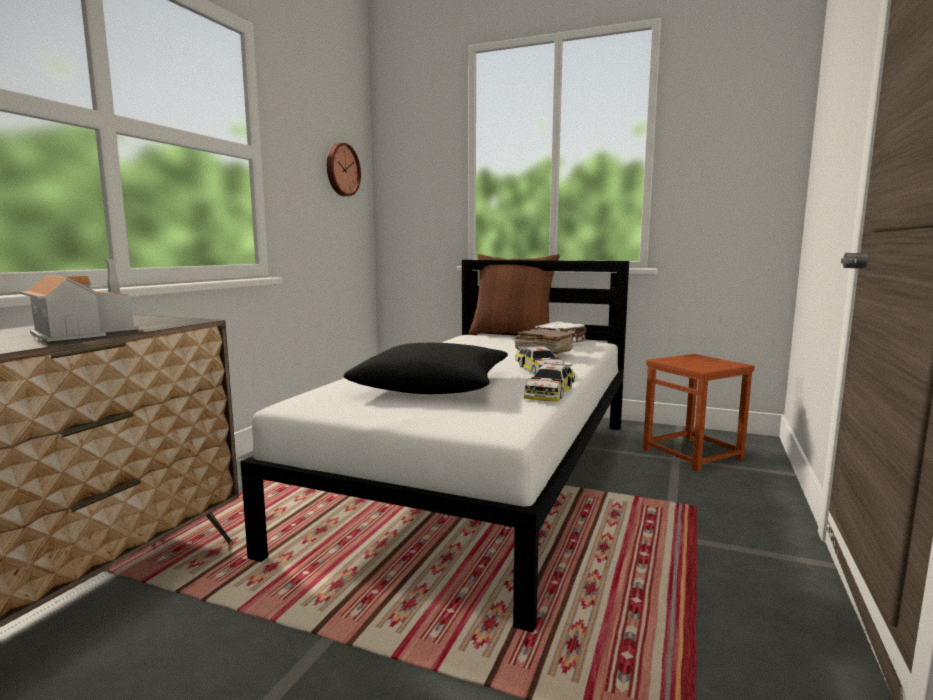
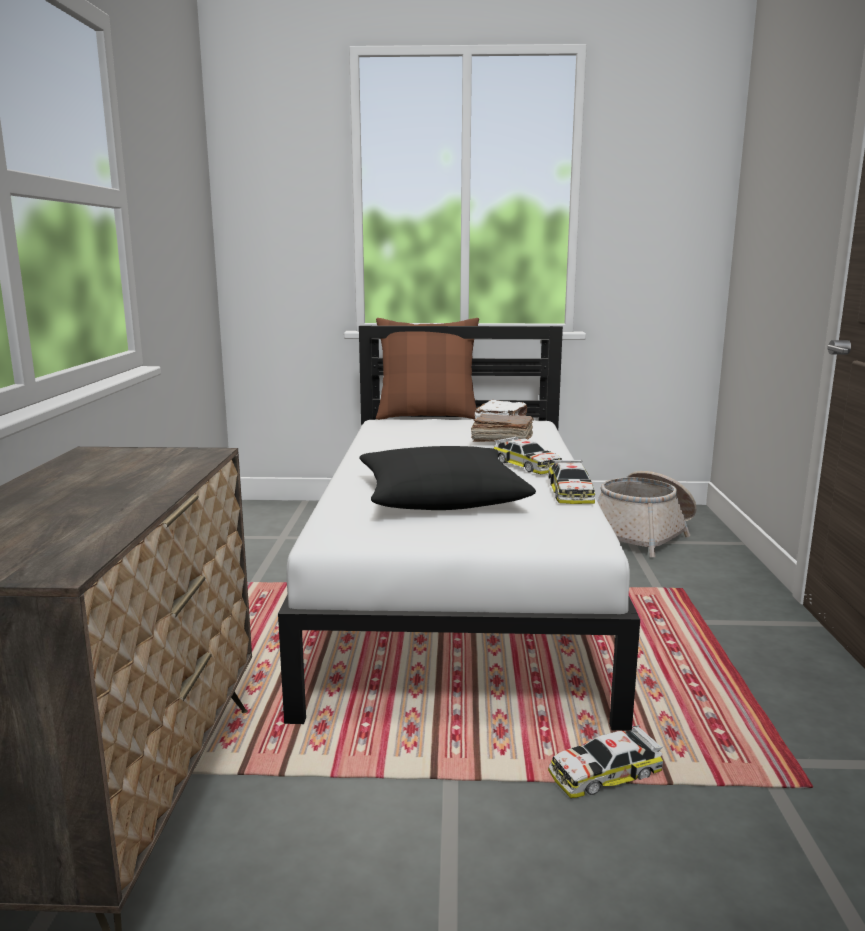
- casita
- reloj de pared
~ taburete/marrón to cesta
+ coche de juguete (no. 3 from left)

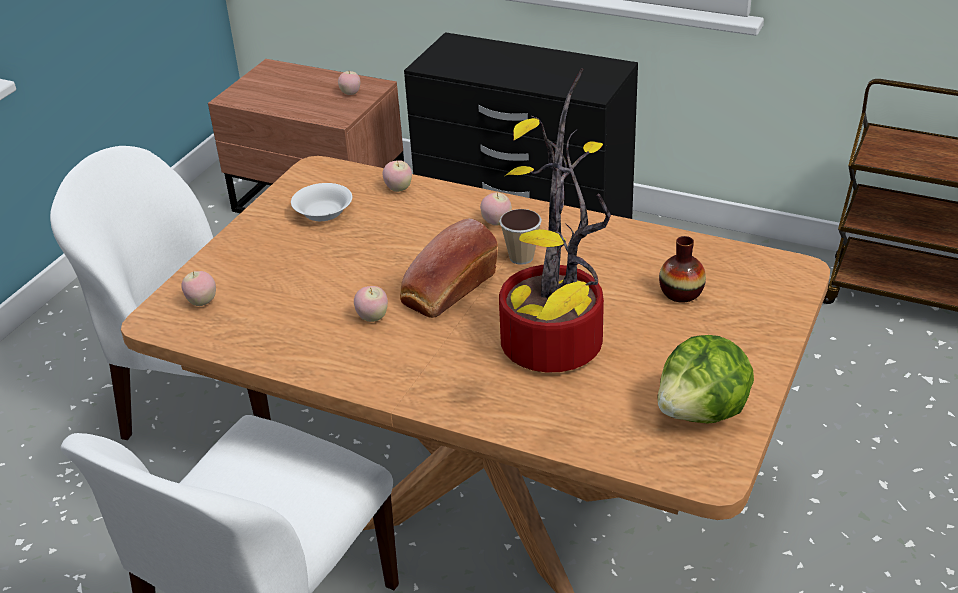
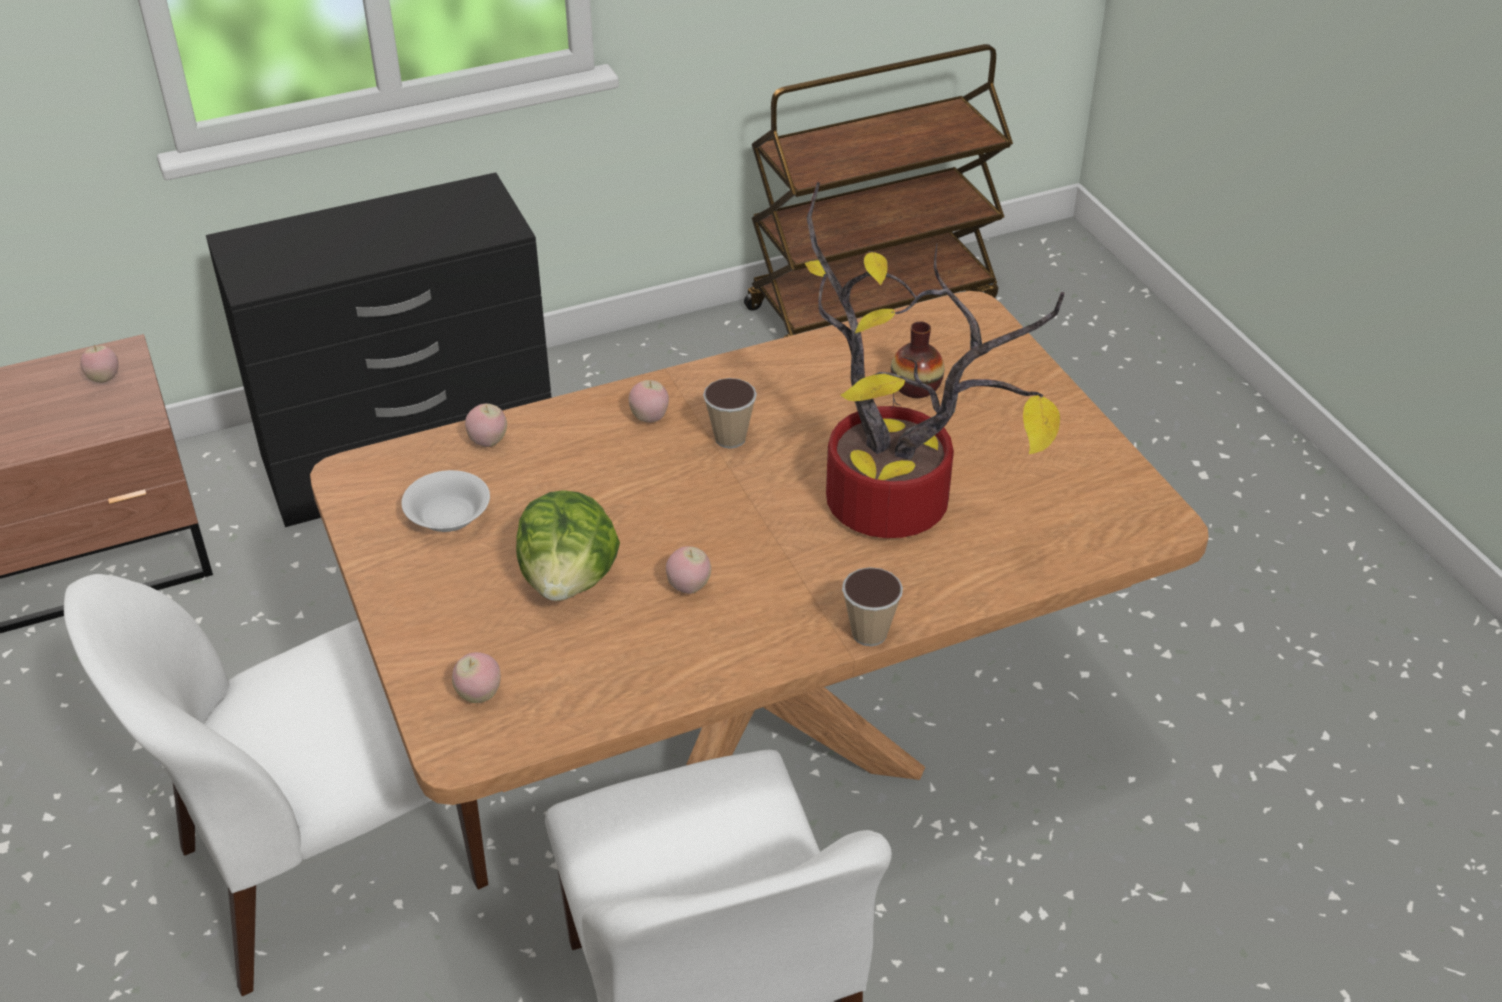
- pan
~ lechuga
+ taza (no. 2 from left)

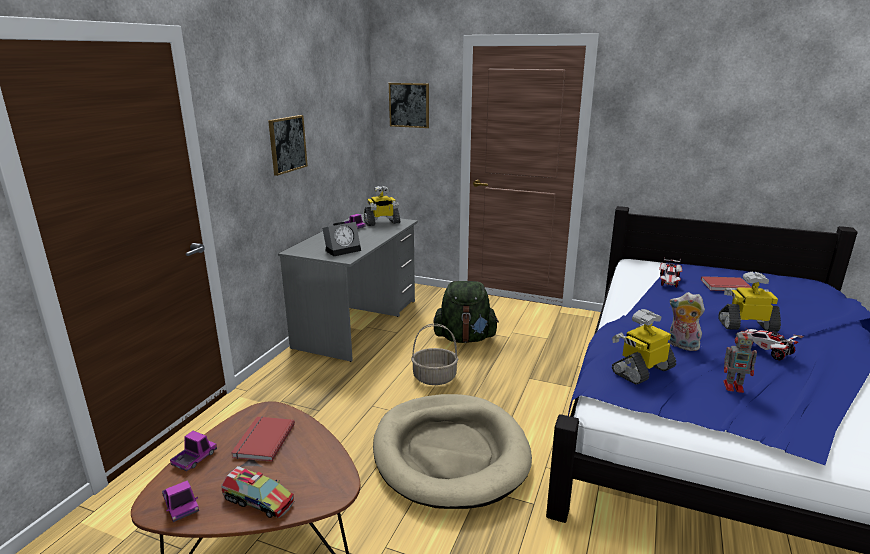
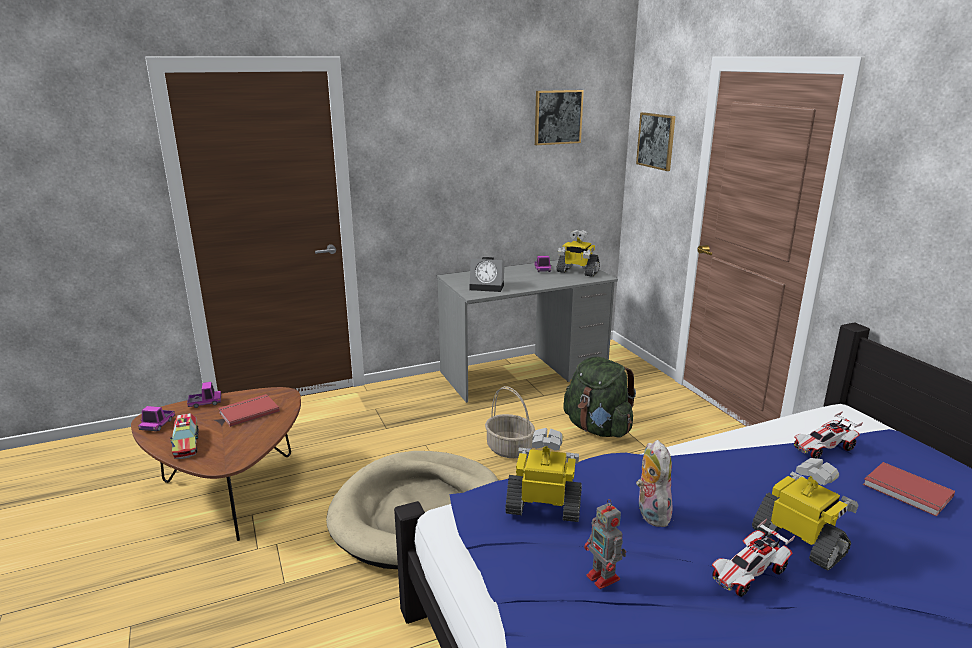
~ cuadro (no. 1 from left)
~ coche de juguete (no. 2 from left in the first image) 135 degrees counterclockwise

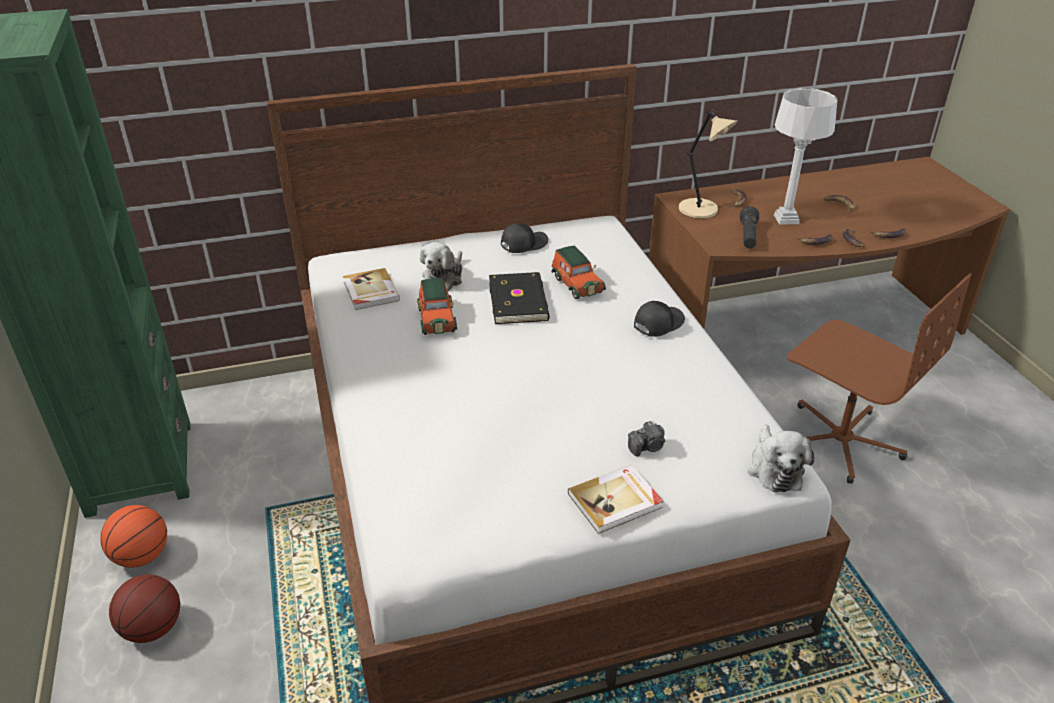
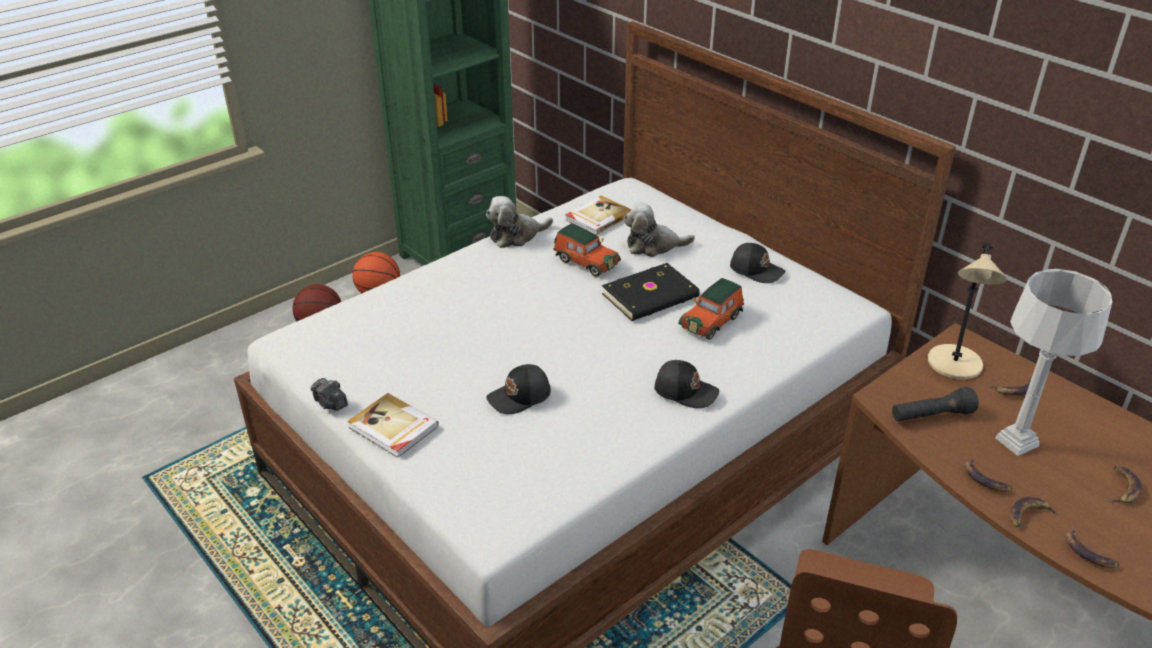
~ coche de juguete (no. 1 from left) 105 degrees counterclockwise
~ cámara
~ peluche (no. 2 from left in the first image) to peluche (no. 1 from left)
+ gorra/negro (no. 1 from left)

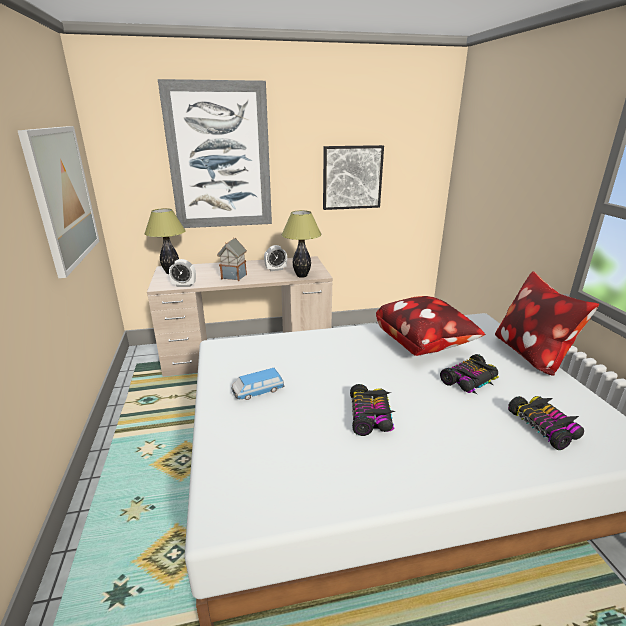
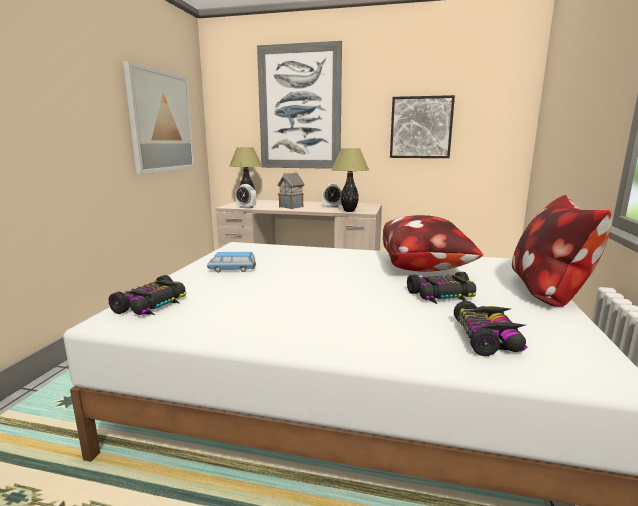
~ coche de juguete (no. 2 from left in the first image) to coche de juguete (no. 1 from left)

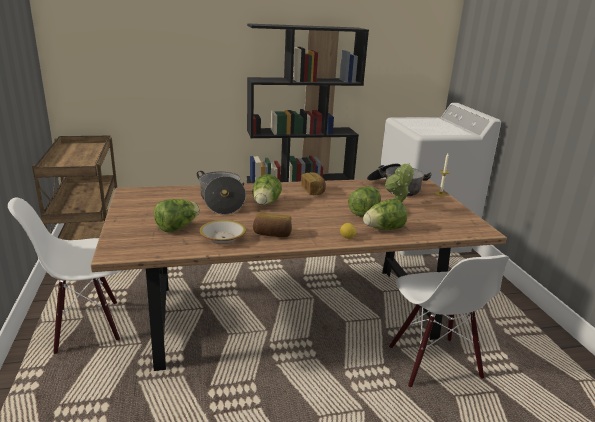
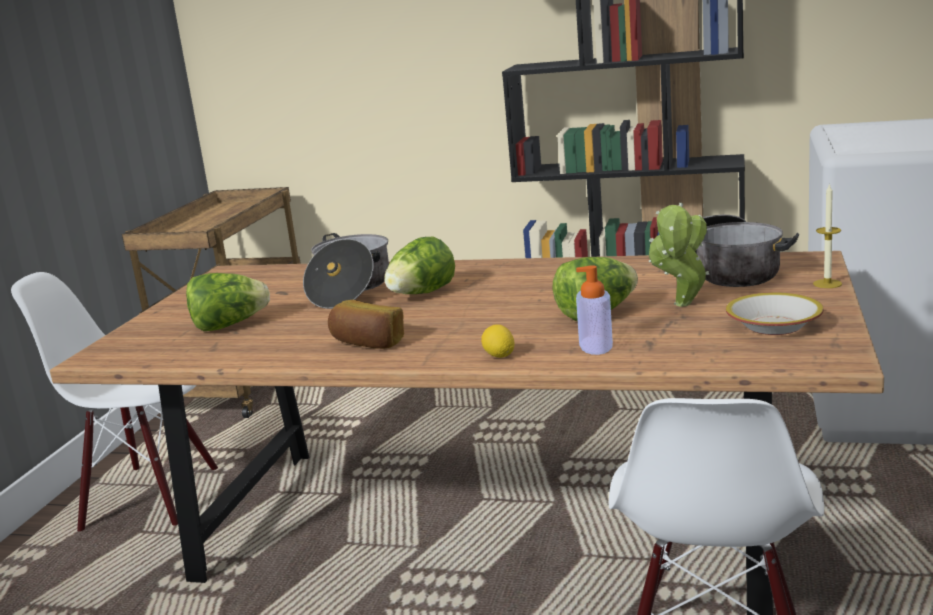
~ cuenco
- pan (no. 2 from left)
~ lechuga (no. 4 from left) to dispensador de jabón

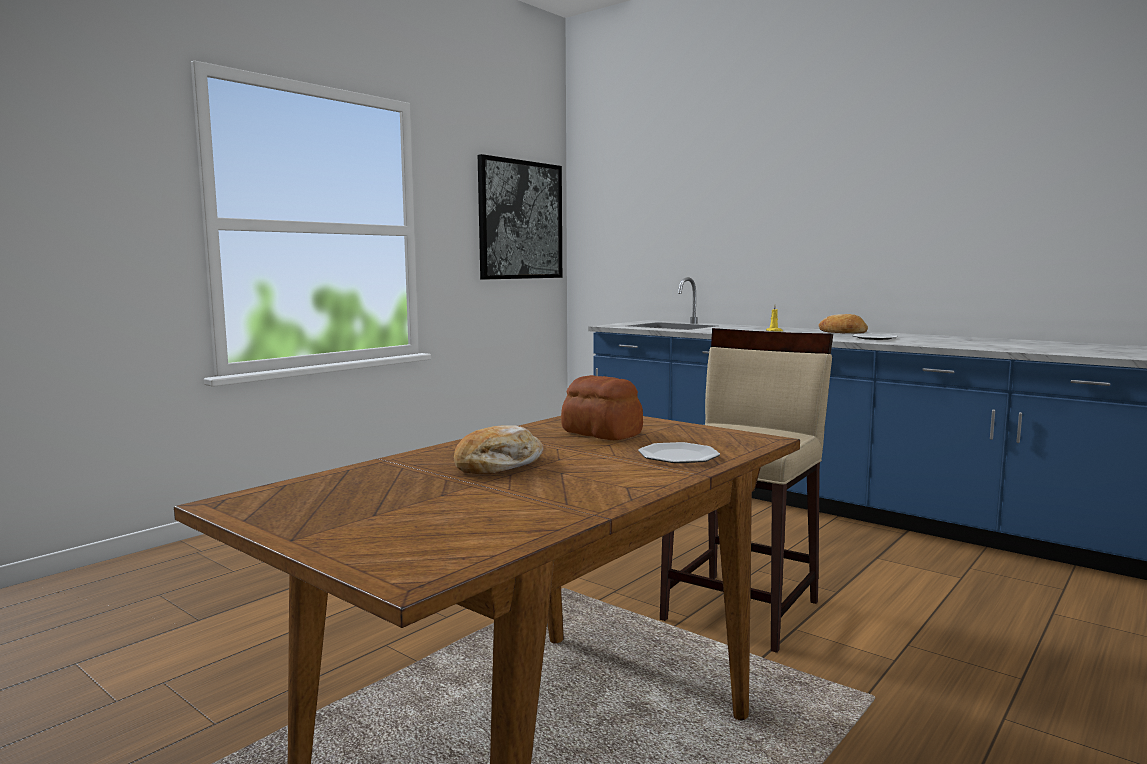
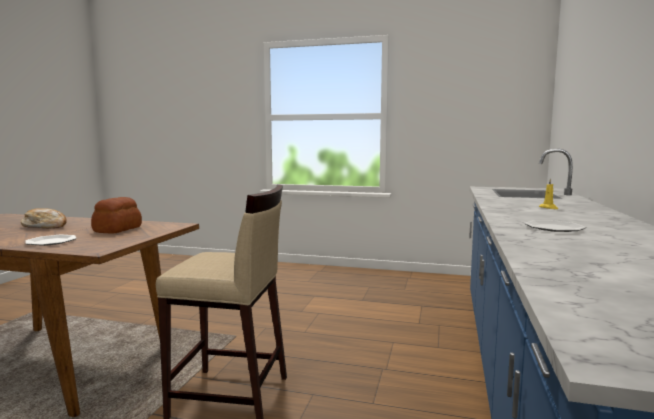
- cuadro
- pan (no. 3 from left)

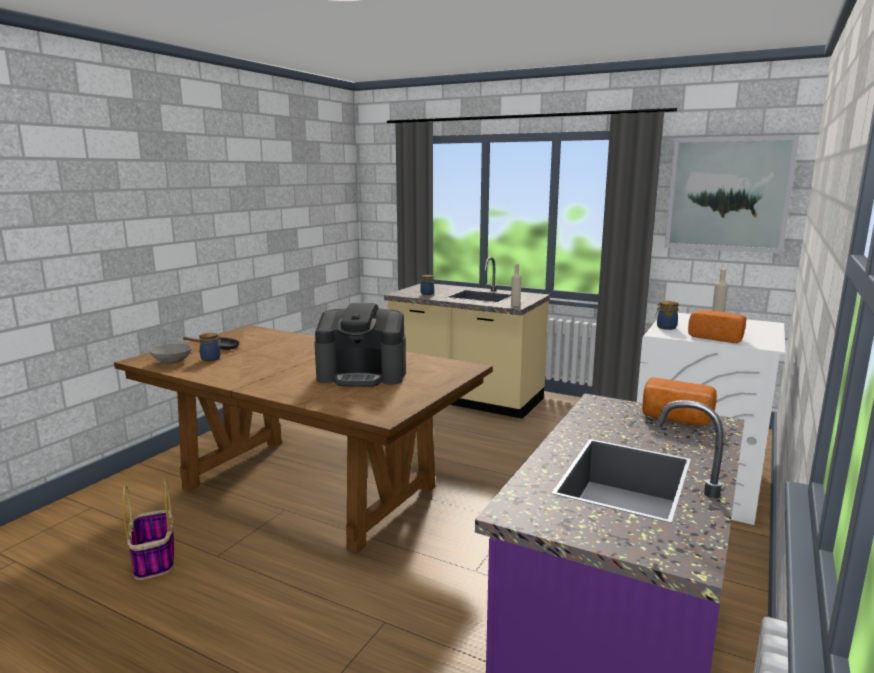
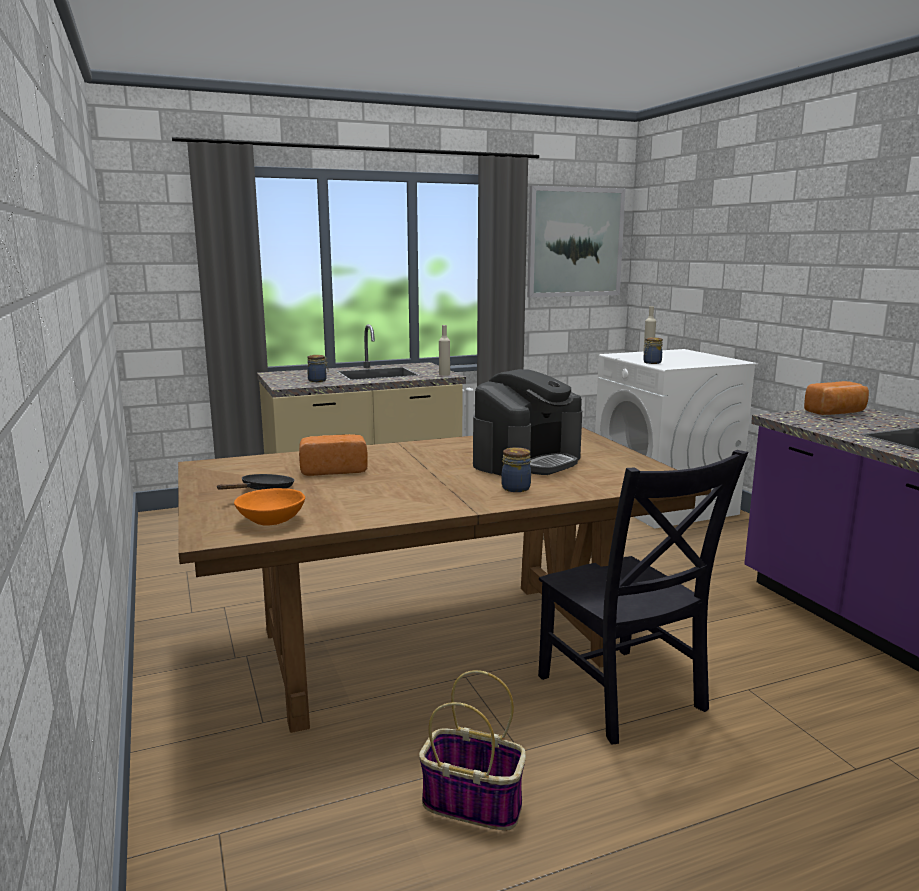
~ cuenco/gris to cuenco/naranja
~ tarro (no. 1 from left in the first image) to tarro (no. 2 from left)
~ pan (no. 2 from left in the first image) to pan (no. 1 from left)
+ silla/negro

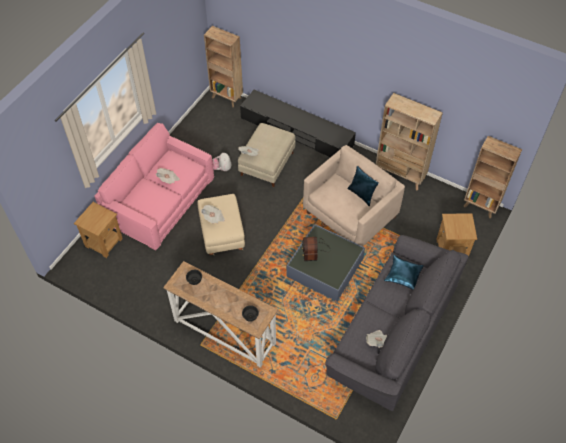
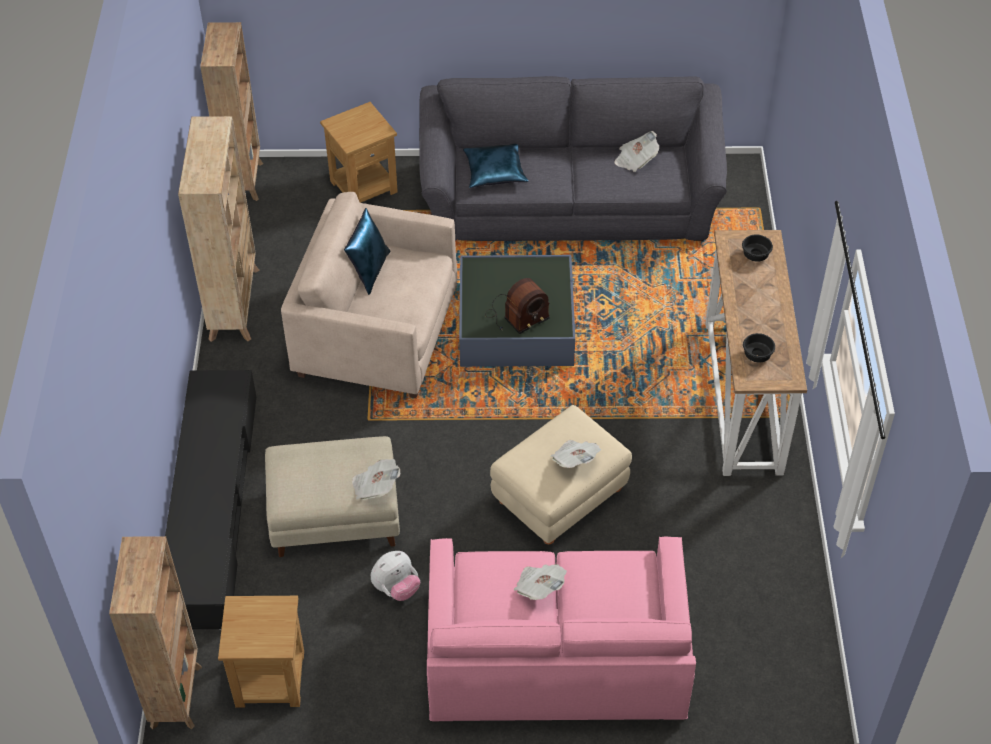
~ mesa auxiliar/marrón (no. 1 from left)

